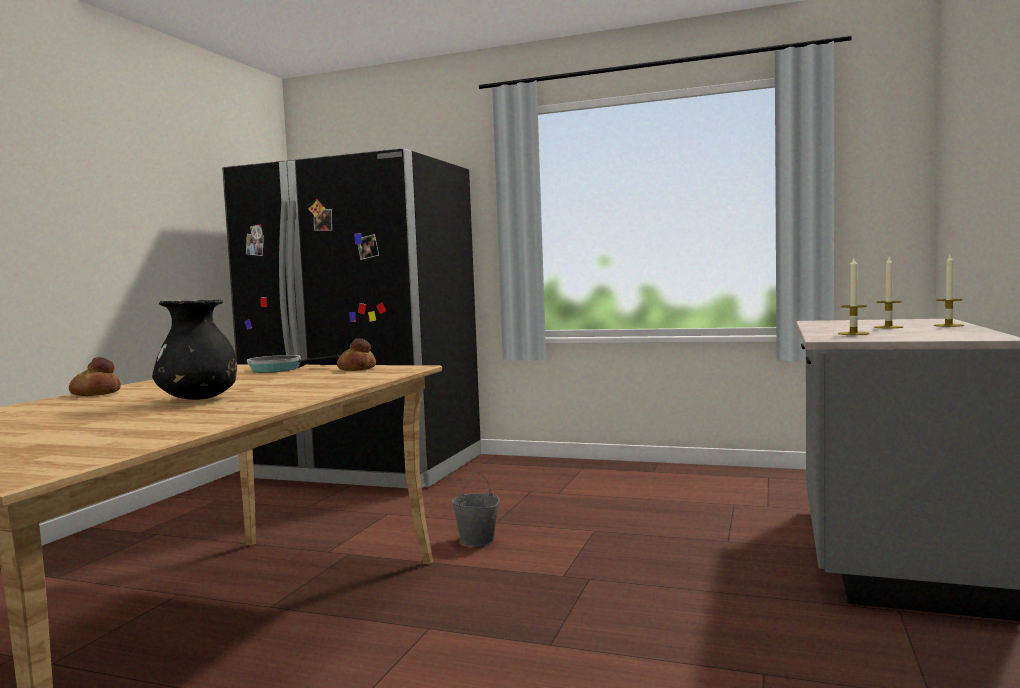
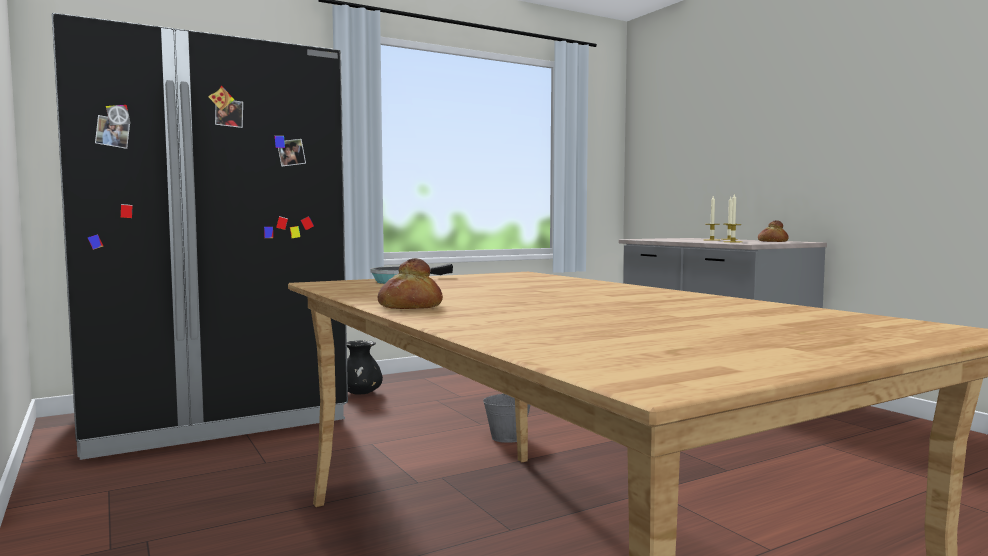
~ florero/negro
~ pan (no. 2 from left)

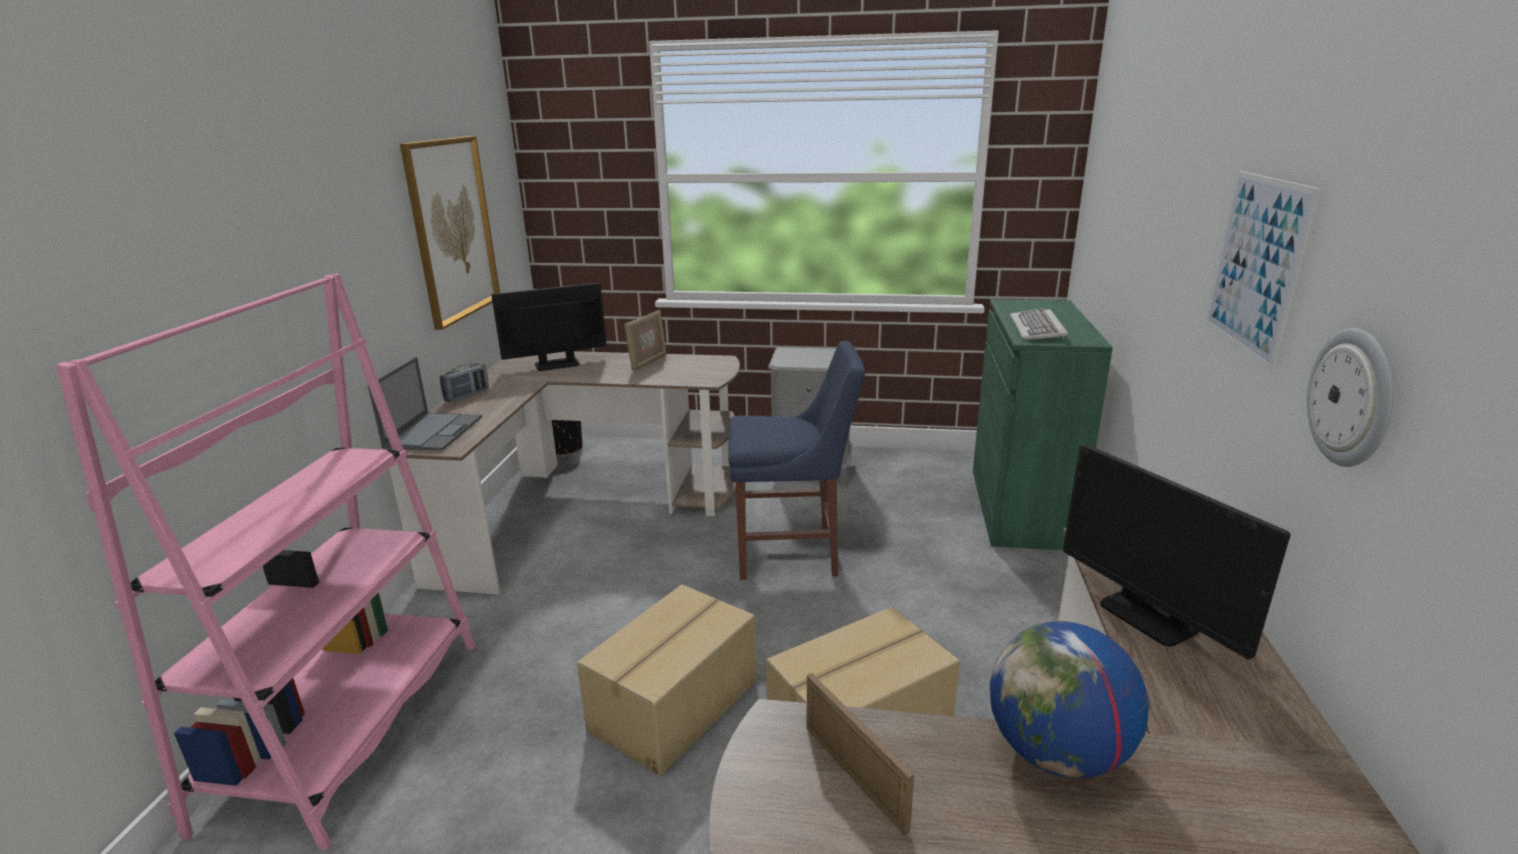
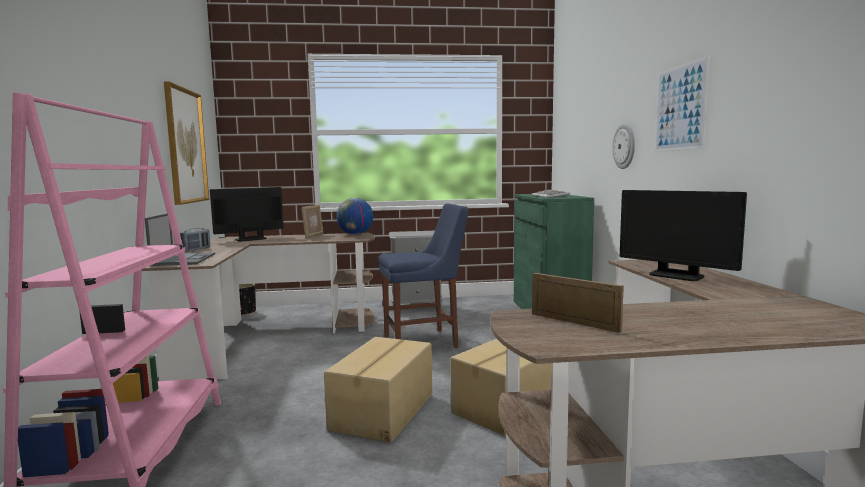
~ globo terráqueo
~ reloj de pared

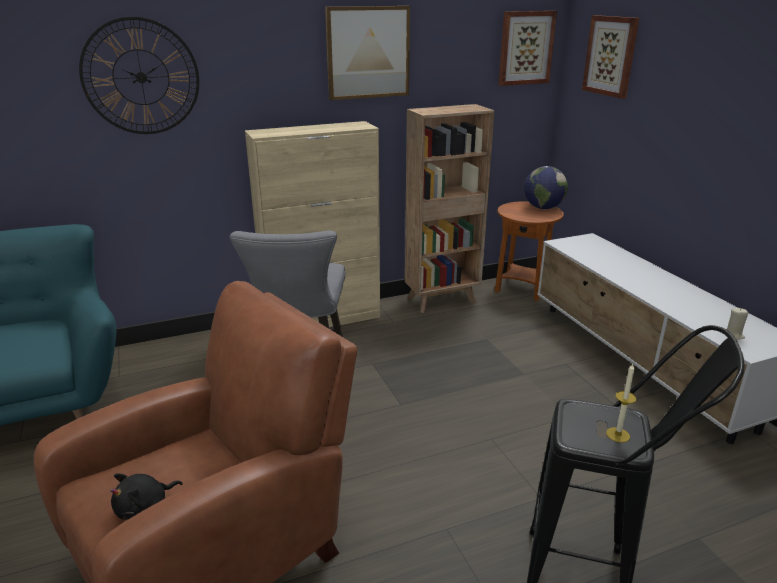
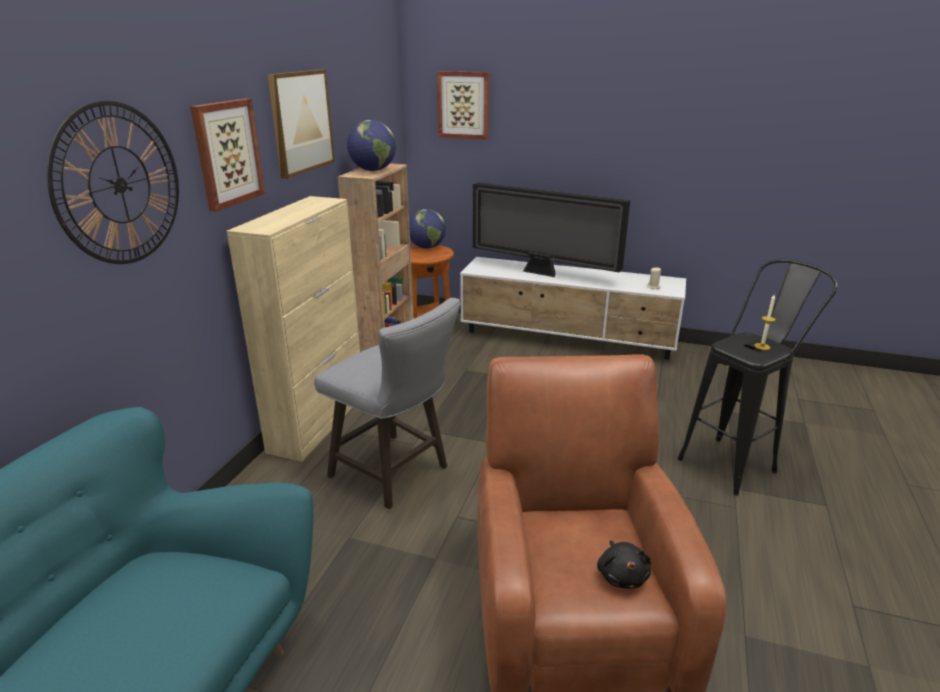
~ cuadro (no. 2 from left in the first image) to cuadro (no. 1 from left)
+ globo terráqueo (no. 1 from left)
+ televisor

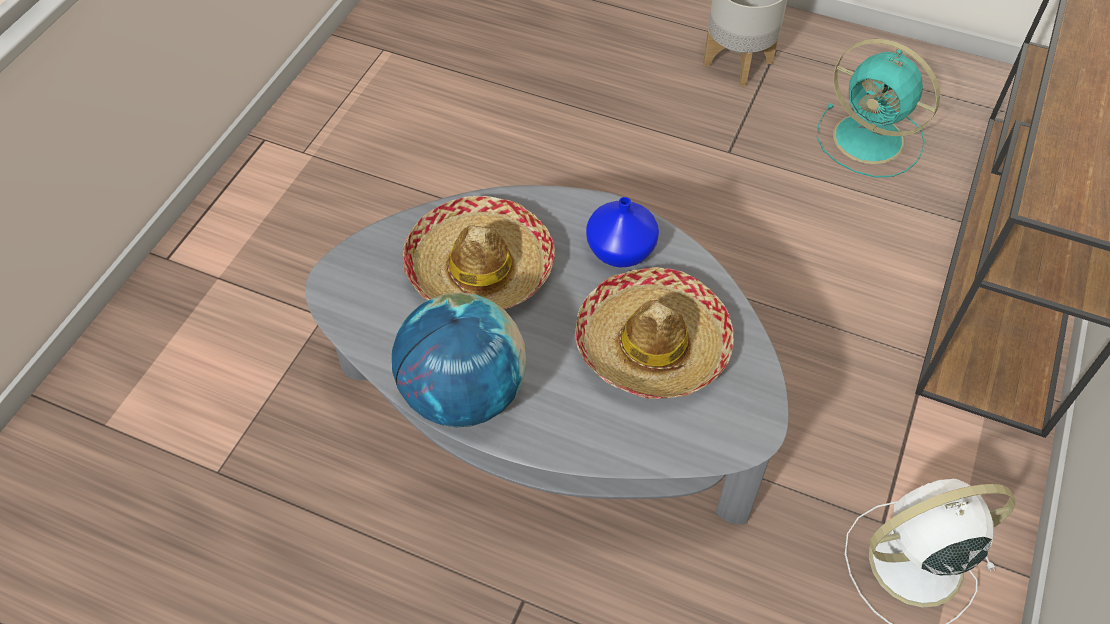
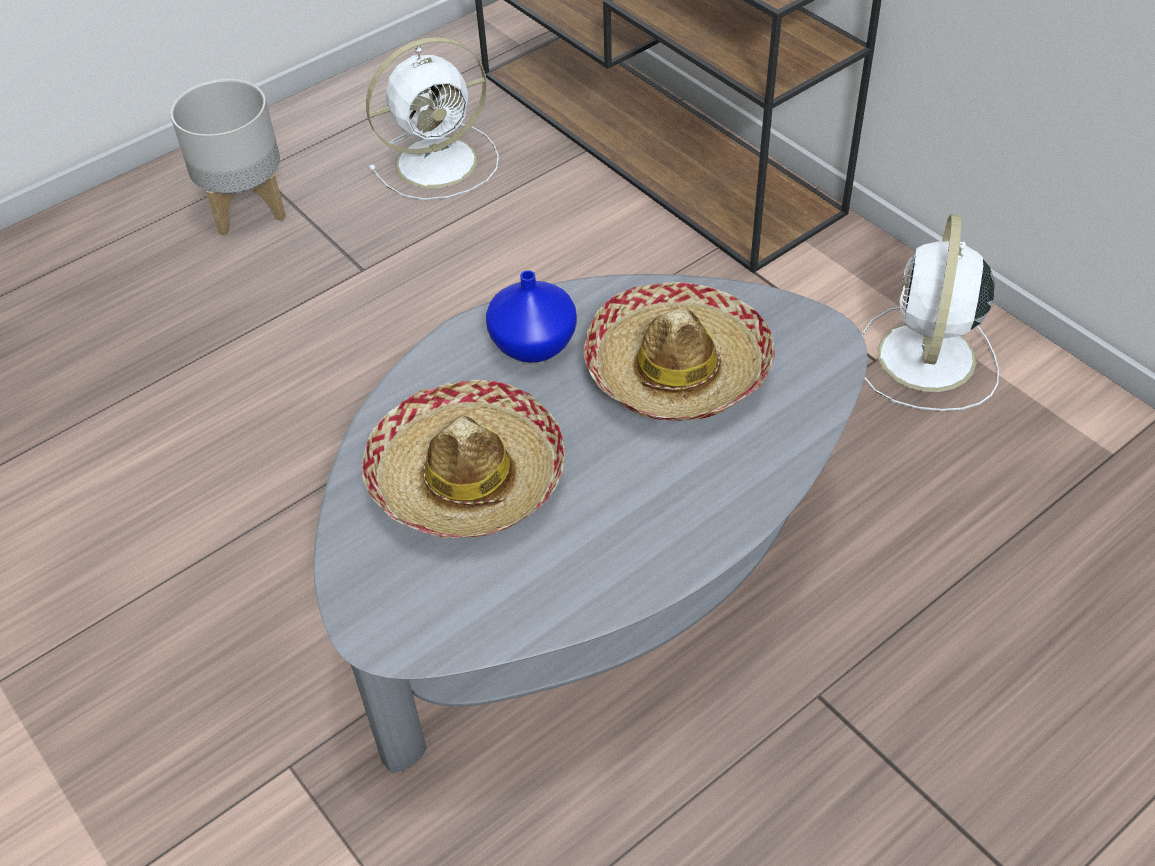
- globo terráqueo
~ ventilador/turquesa to ventilador/blanco (no. 1 from left)

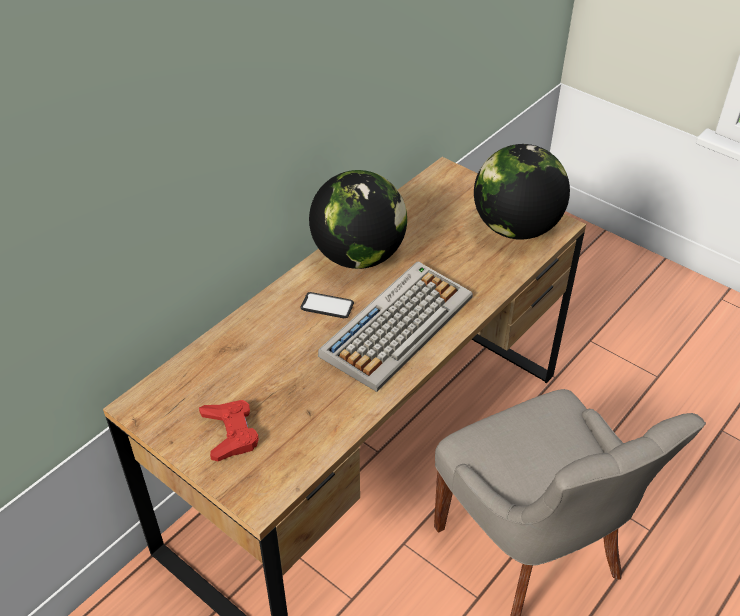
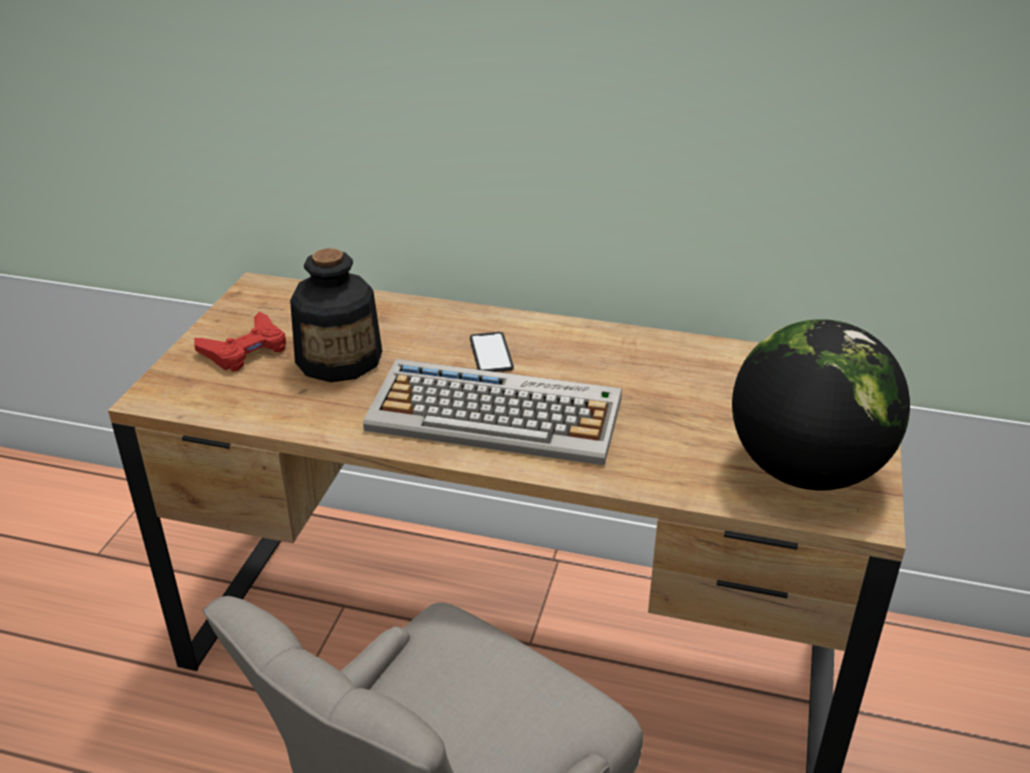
- globo terráqueo (no. 1 from left)
+ botella

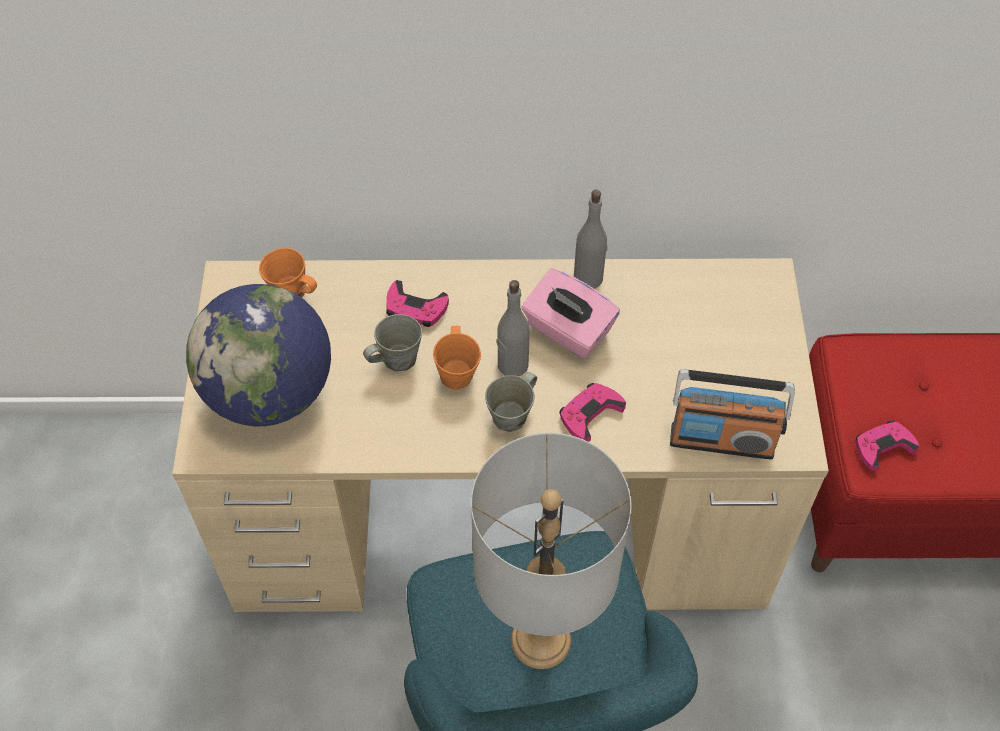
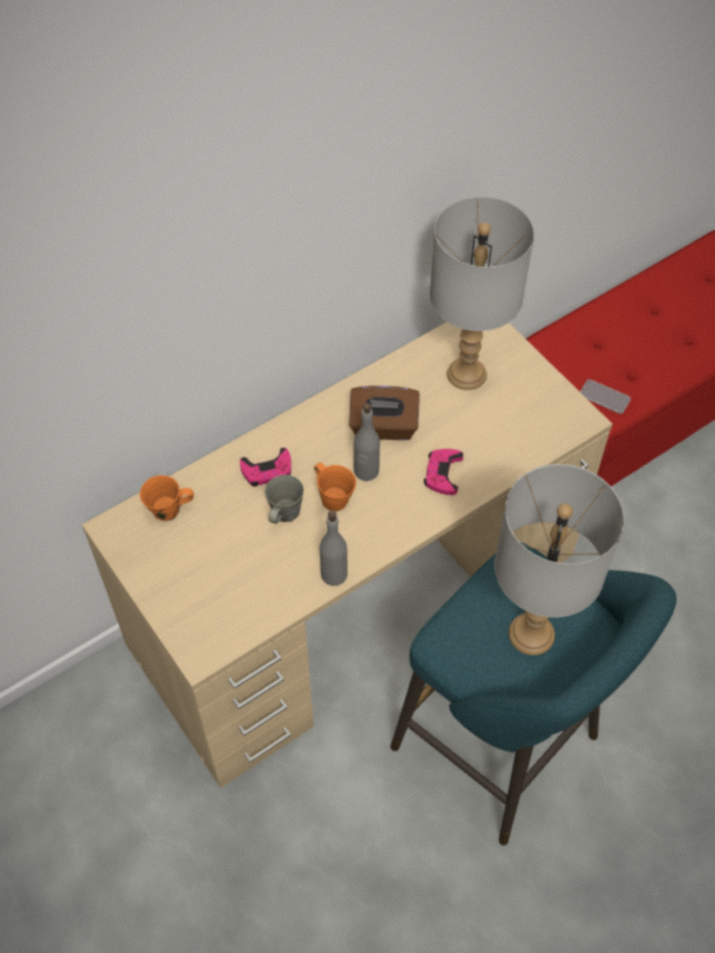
- globo terráqueo
- taza grande/gris (no. 2 from left)
~ caja de pañuelos/rosa to caja de pañuelos/marrón
~ botella/gris (no. 2 from left in the first image) to botella/gris (no. 1 from left)
- radio
~ mando de consola/rosa (no. 3 from left) to móvil
+ lámpara de mesa/gris (no. 1 from left)

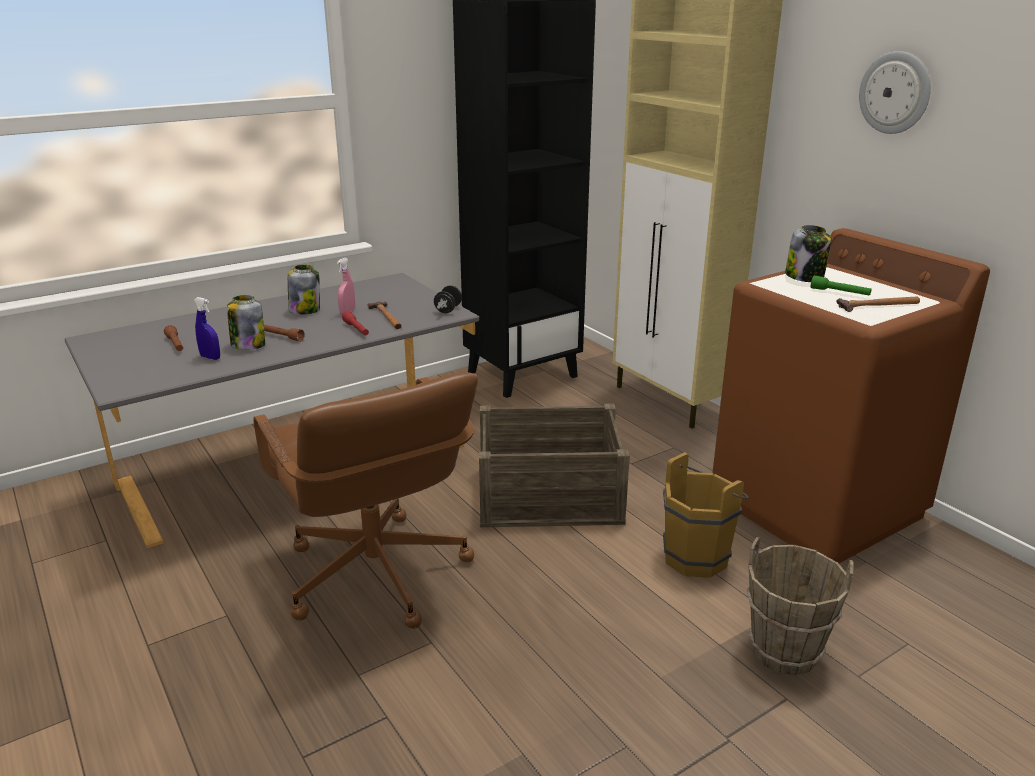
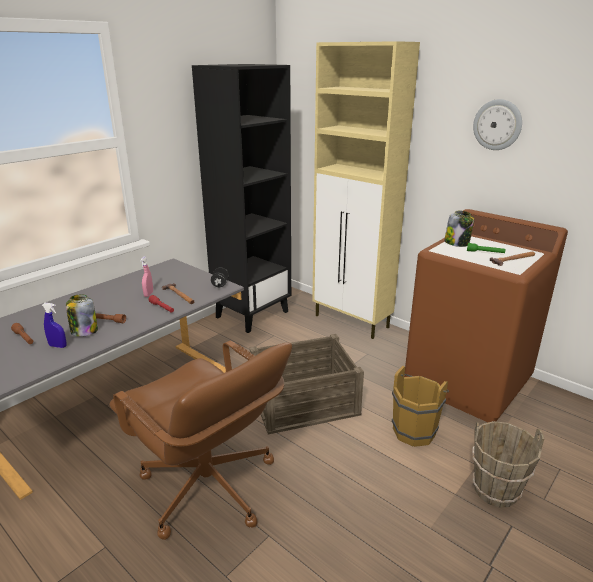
- tarro (no. 2 from left)

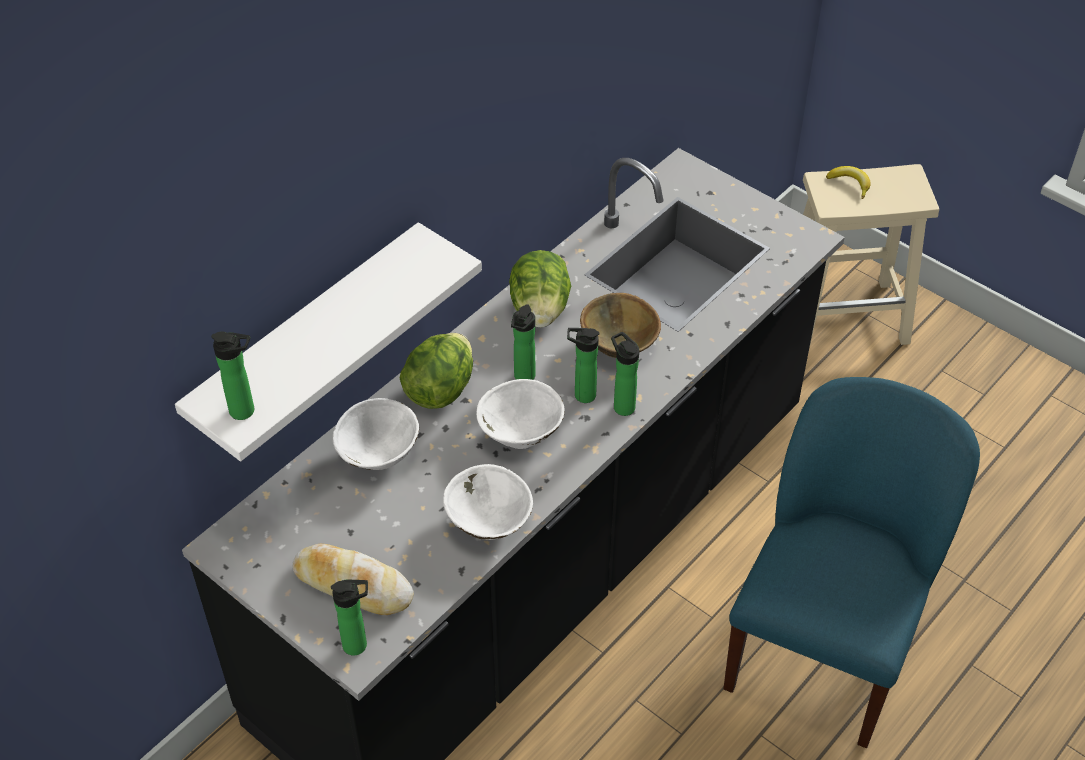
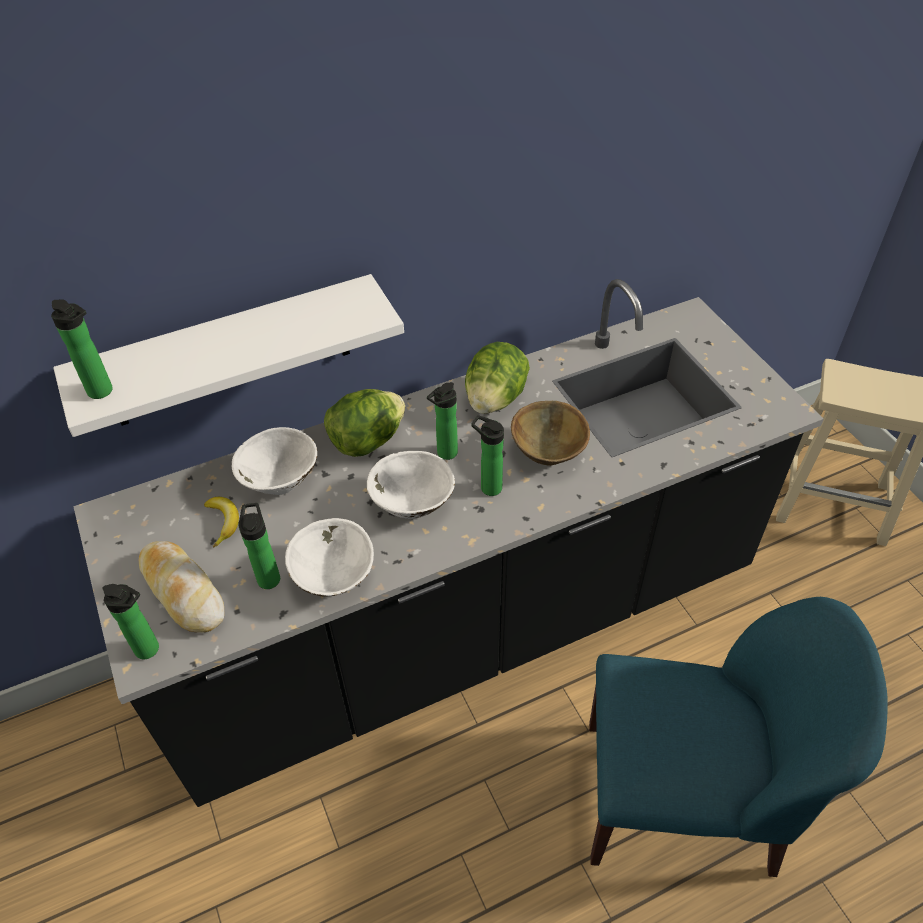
~ botella (no. 5 from left in the first image) to botella (no. 3 from left)
~ silla/azul 45 degrees clockwise
~ plátano

